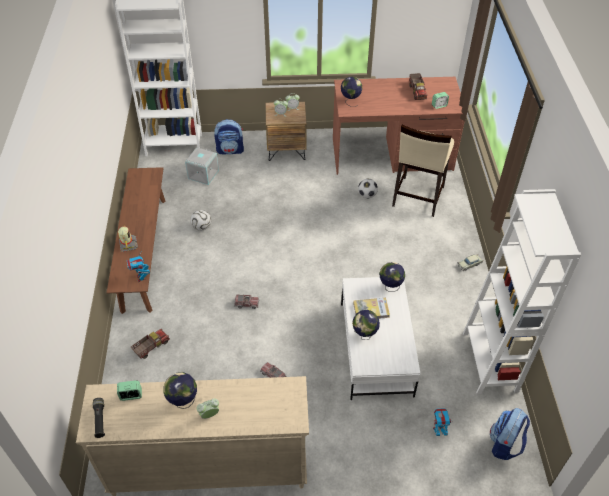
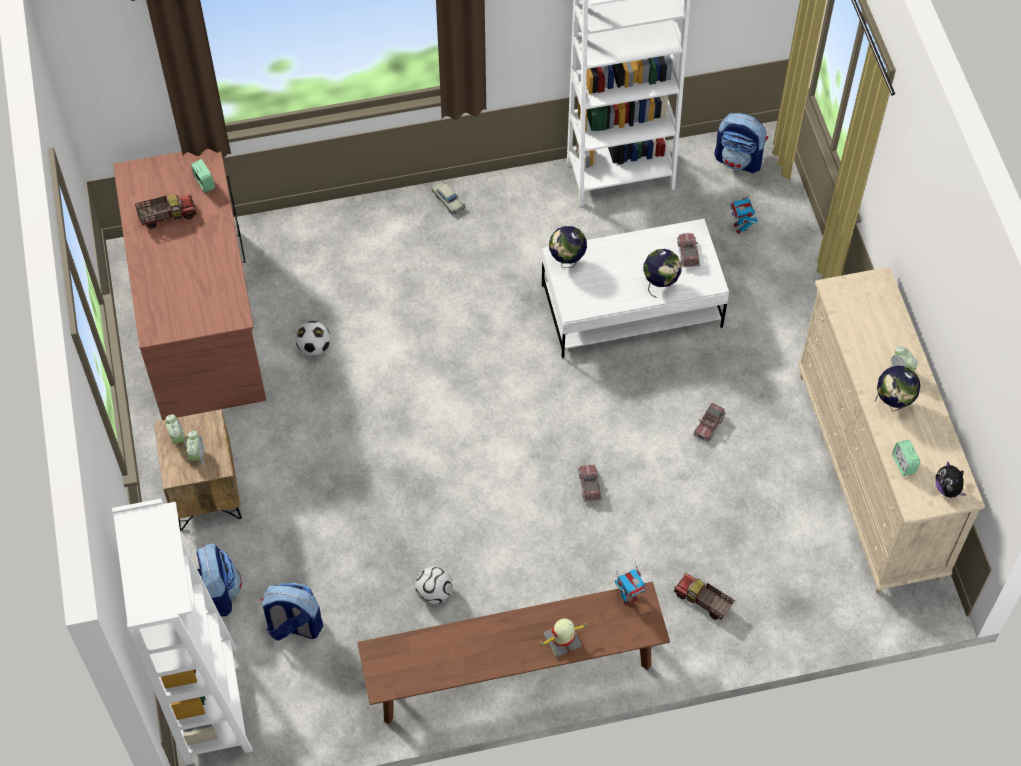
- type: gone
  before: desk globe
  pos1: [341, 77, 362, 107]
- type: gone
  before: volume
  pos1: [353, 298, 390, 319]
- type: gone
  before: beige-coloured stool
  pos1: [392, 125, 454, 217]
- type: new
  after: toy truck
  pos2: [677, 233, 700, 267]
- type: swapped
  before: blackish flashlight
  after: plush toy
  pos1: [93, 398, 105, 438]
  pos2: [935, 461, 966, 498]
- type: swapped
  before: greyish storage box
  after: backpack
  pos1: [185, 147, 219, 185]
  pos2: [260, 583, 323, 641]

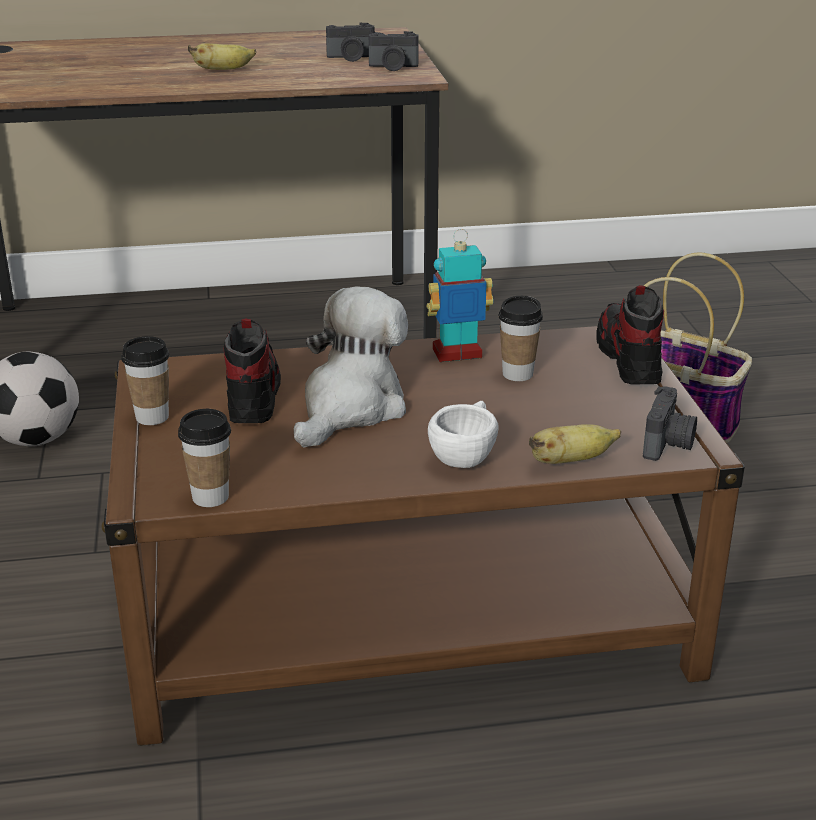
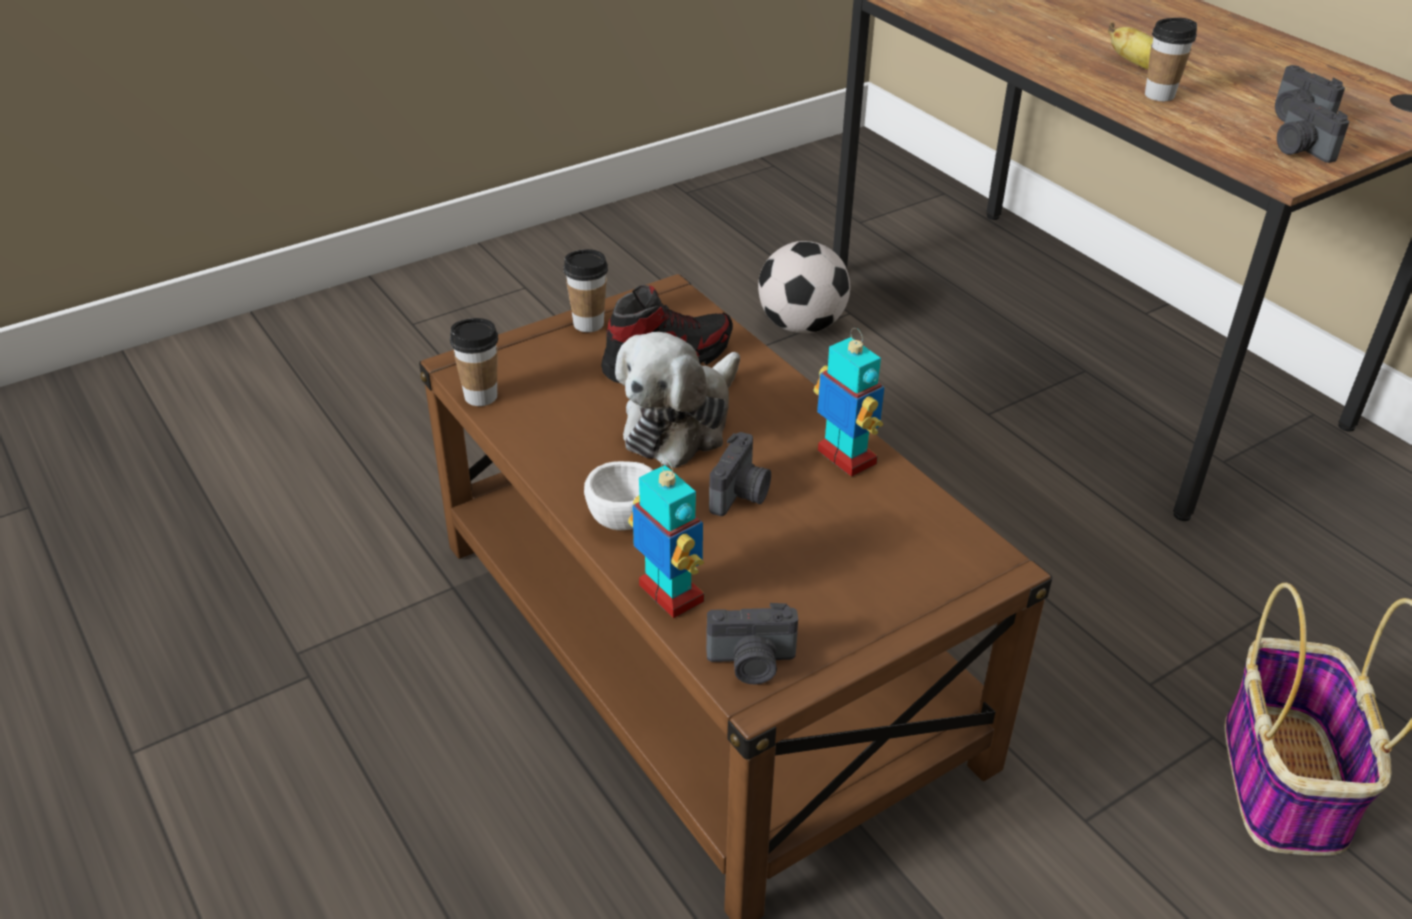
- type: gone
  before: shoe
  pos1: [596, 285, 664, 384]
- type: new
  after: photo camera
  pos2: [709, 432, 771, 516]
- type: shifted
  before: cup
  pos1: [498, 296, 543, 381]
  pos2: [1145, 18, 1197, 101]
- type: swapped
  before: whole banana
  after: toy robot
  pos1: [529, 424, 621, 464]
  pos2: [628, 458, 704, 619]
- type: rotated
  before: plush toy
  pos1: [294, 286, 408, 448]
  pos2: [615, 332, 740, 468]
  turn: 120

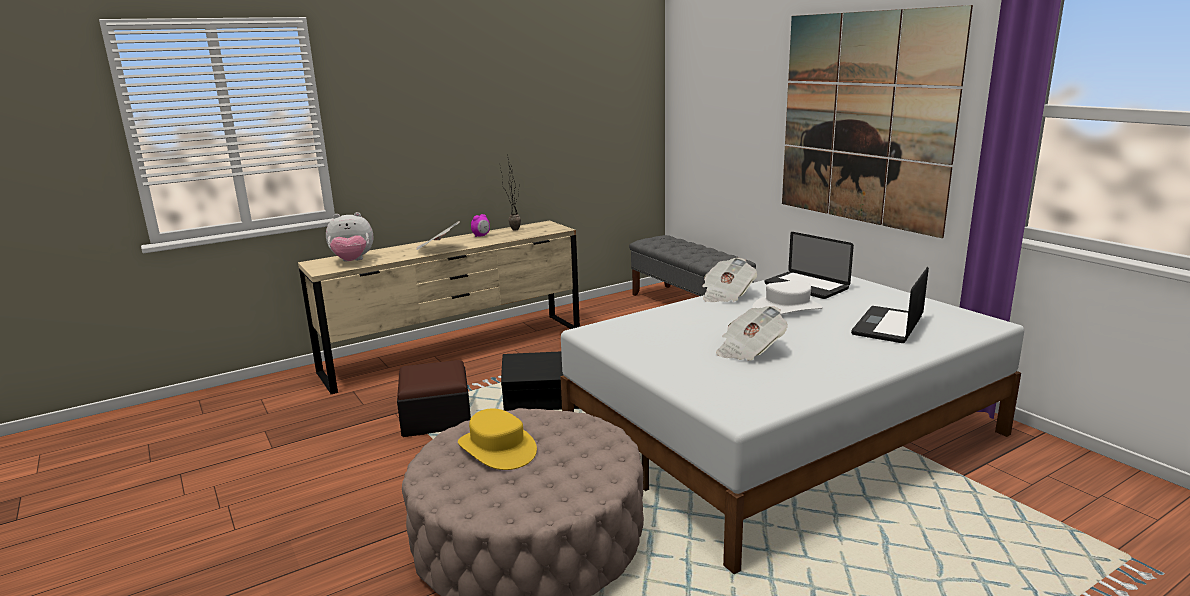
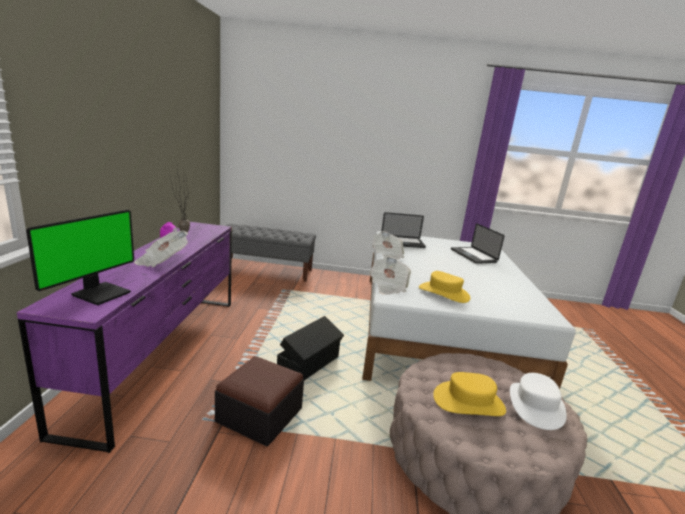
- type: gone
  before: wall art
  pos1: [782, 5, 973, 238]
- type: new
  after: yellowish clothing hat
  pos2: [419, 271, 470, 303]
- type: shifted
  before: printed paper
  pos1: [716, 306, 788, 361]
  pos2: [370, 256, 411, 295]
- type: shifted
  before: white clothing hat
  pos1: [753, 280, 823, 314]
  pos2: [510, 373, 567, 430]
- type: swapped
  before: plush toy
  after: monitor
  pos1: [326, 212, 373, 261]
  pos2: [26, 210, 134, 305]
- type: repainted
  before: beige-coloured drawer chest
  after: purple-coloured drawer chest
  pos1: [298, 220, 580, 394]
  pos2: [17, 222, 232, 453]

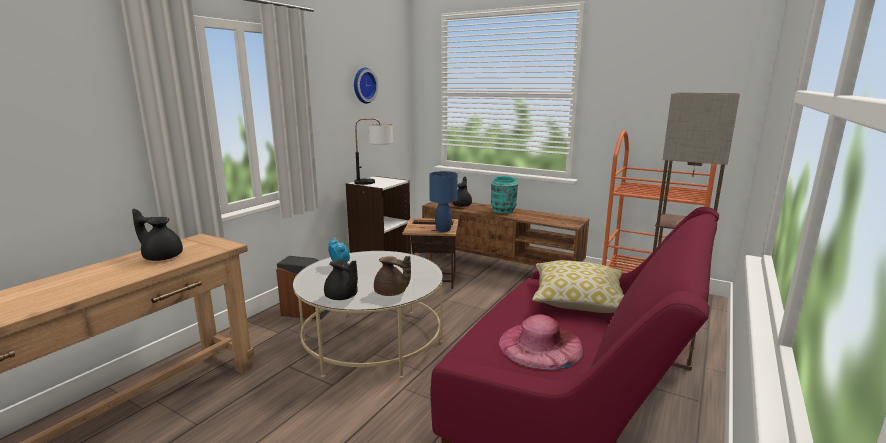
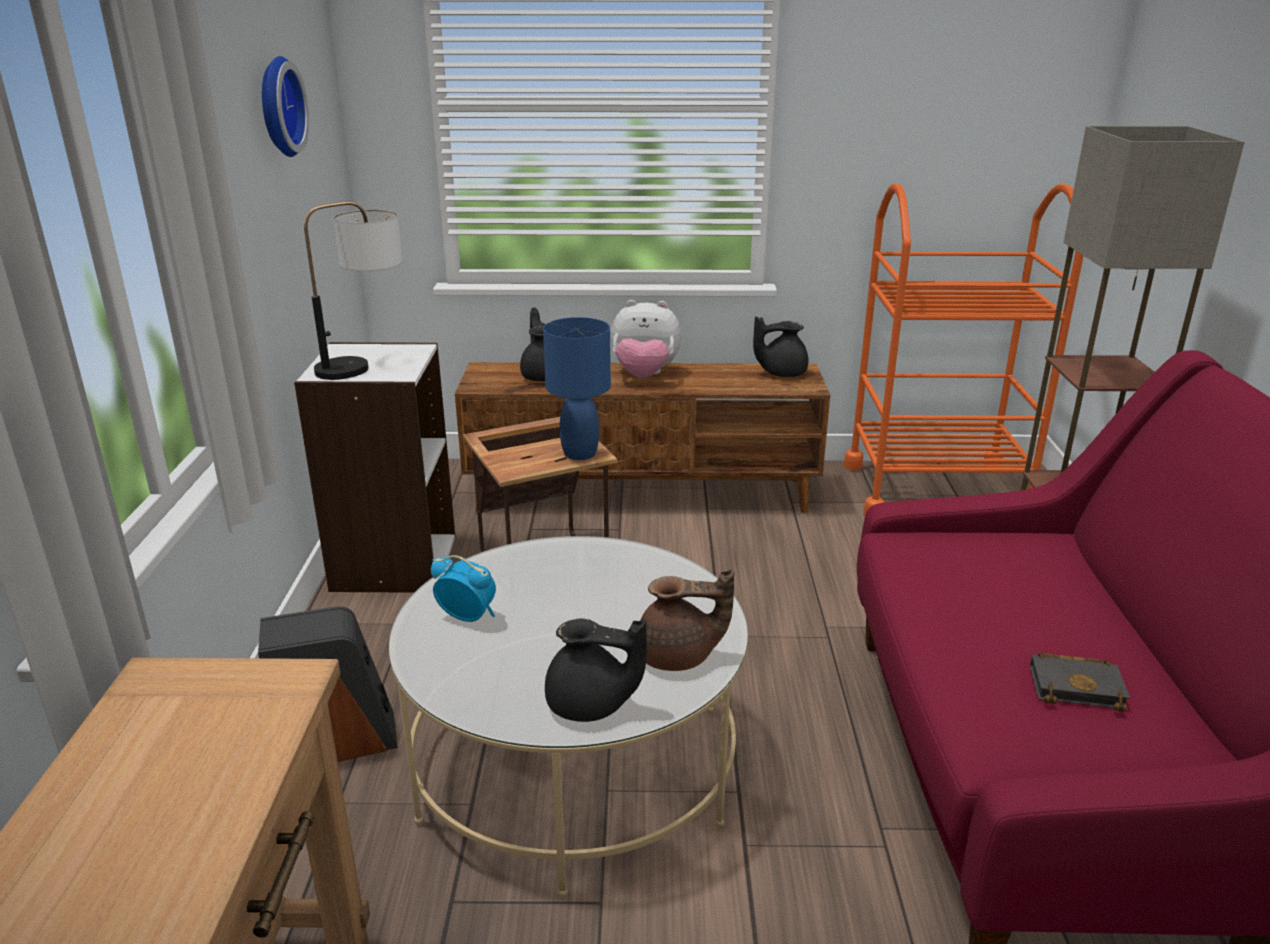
- type: gone
  before: pillow
  pos1: [533, 260, 624, 313]
- type: shifted
  before: blackish teapot
  pos1: [132, 209, 183, 261]
  pos2: [753, 316, 808, 377]
- type: swapped
  before: turquoise vase
  after: plush toy
  pos1: [491, 176, 518, 214]
  pos2: [611, 300, 681, 378]
- type: swapped
  before: pink-coloured clothing hat
  after: blackish volume
  pos1: [499, 314, 584, 370]
  pos2: [1030, 653, 1130, 712]

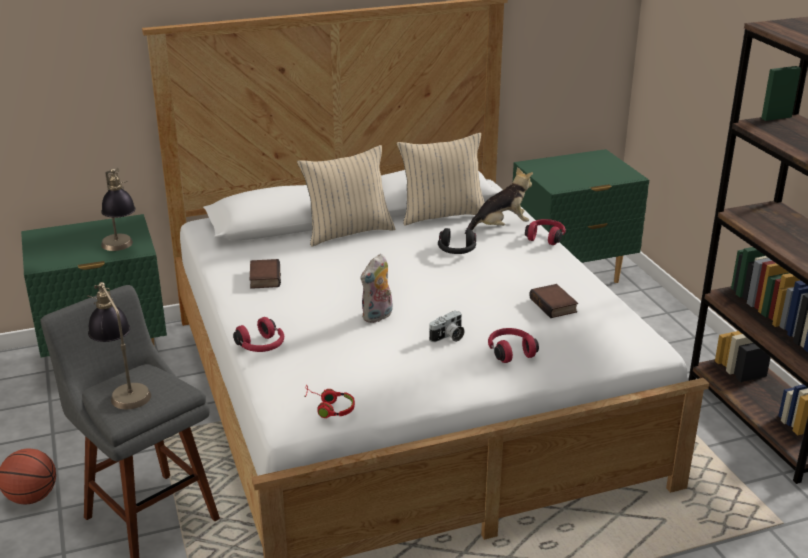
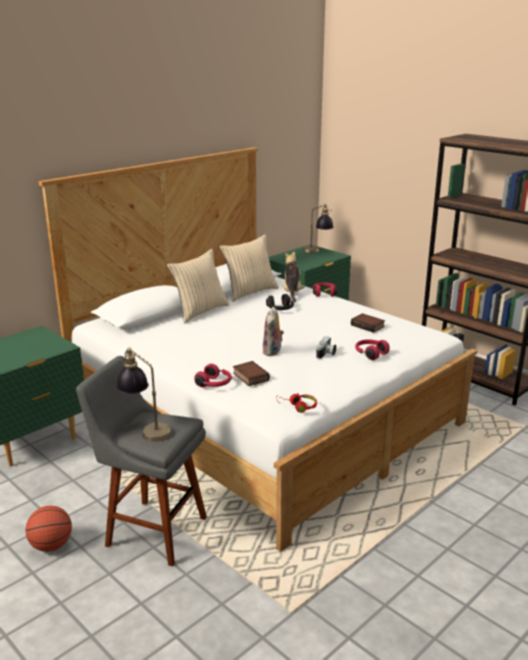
- type: shifted
  before: tabletop lamp
  pos1: [101, 168, 136, 251]
  pos2: [303, 203, 333, 253]
- type: shifted
  before: volume
  pos1: [250, 259, 281, 289]
  pos2: [233, 361, 270, 386]
- type: rotated
  before: plush toy
  pos1: [465, 167, 533, 234]
  pos2: [283, 251, 305, 302]
  turn: -45

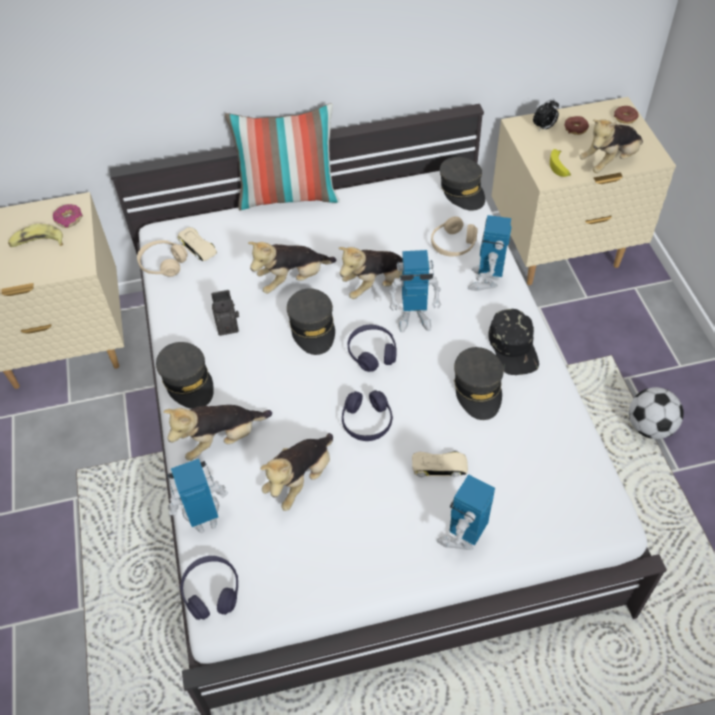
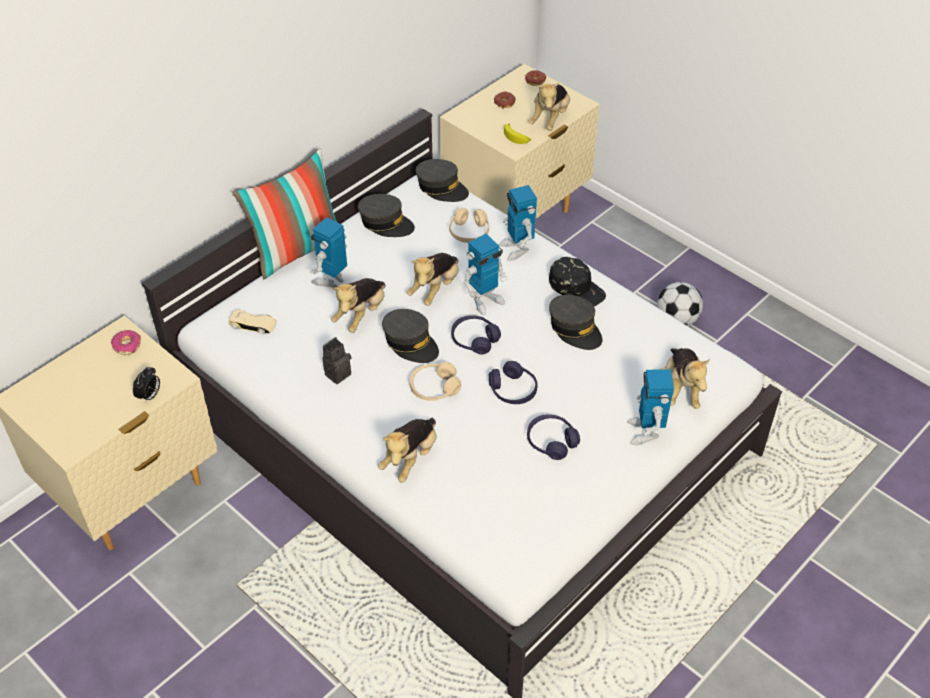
- type: gone
  before: whole banana
  pos1: [8, 224, 63, 247]
- type: gone
  before: beige-coloured toy car
  pos1: [412, 451, 468, 477]
- type: shifted
  before: beige-coloured pair of headphones
  pos1: [137, 240, 188, 277]
  pos2: [410, 362, 461, 401]
- type: shifted
  before: greyish peaked cap
  pos1: [156, 342, 214, 409]
  pos2: [358, 194, 415, 237]
- type: shifted
  before: toy robot
  pos1: [168, 459, 228, 533]
  pos2: [309, 217, 347, 288]
- type: shifted
  before: purple-coloured pair of headphones
  pos1: [180, 556, 238, 620]
  pos2: [527, 414, 580, 460]
- type: shifted
  before: plush toy
  pos1: [261, 433, 333, 511]
  pos2: [659, 348, 710, 409]
- type: shifted
  before: bedside clock
  pos1: [533, 99, 559, 131]
  pos2: [133, 367, 160, 404]

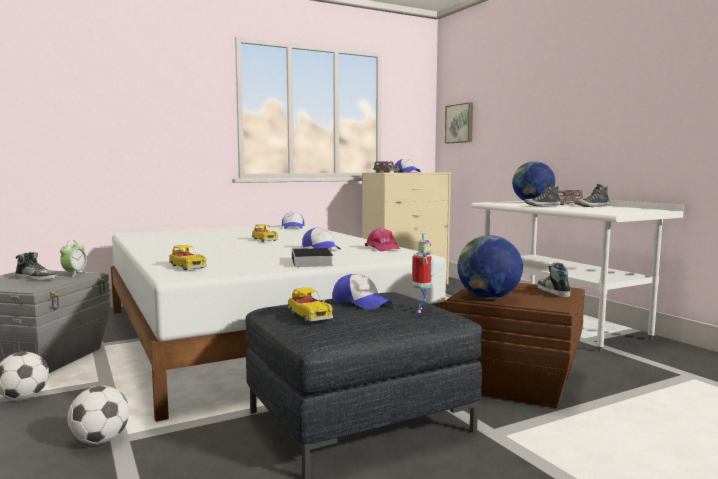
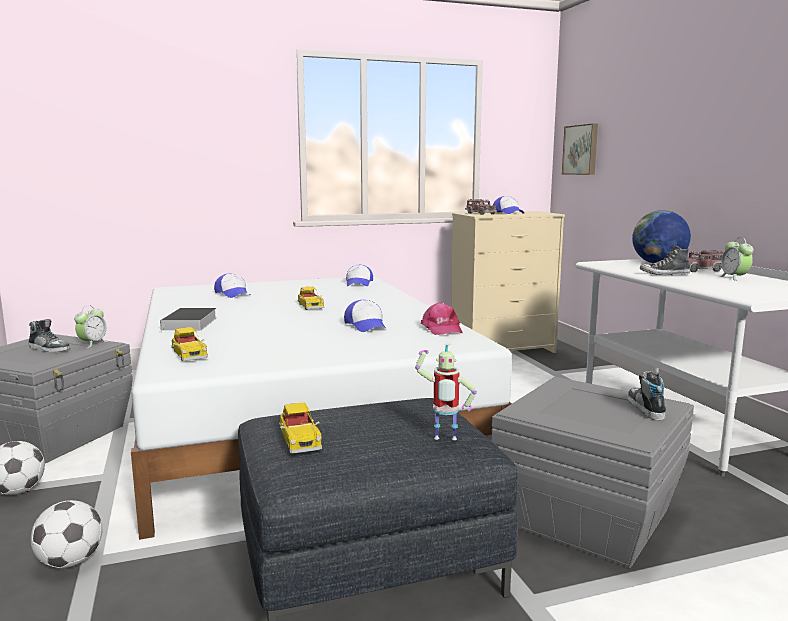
- type: gone
  before: desk globe
  pos1: [458, 235, 523, 299]
- type: shifted
  before: volume
  pos1: [292, 248, 334, 269]
  pos2: [159, 308, 216, 333]
- type: shifted
  before: peaked cap
  pos1: [333, 274, 392, 310]
  pos2: [214, 274, 249, 298]
- type: swapped
  before: shoe
  after: bedside clock
  pos1: [576, 184, 610, 207]
  pos2: [719, 237, 754, 281]
- type: repainted
  before: brownish storage box
  after: greyish storage box
  pos1: [444, 283, 585, 408]
  pos2: [491, 377, 694, 568]
- type: rotated
  before: toy robot
  pos1: [412, 233, 434, 313]
  pos2: [415, 342, 477, 440]
  turn: 75

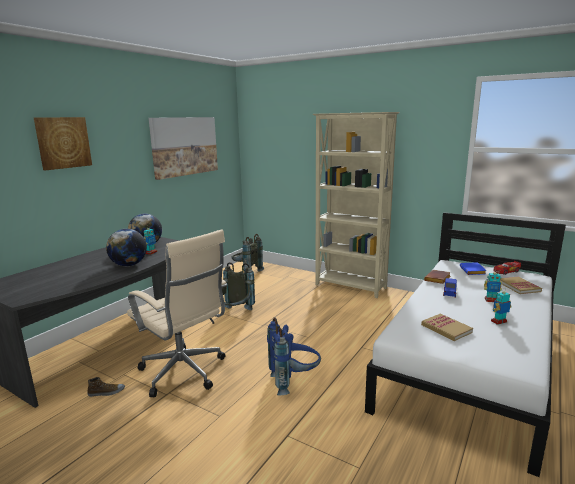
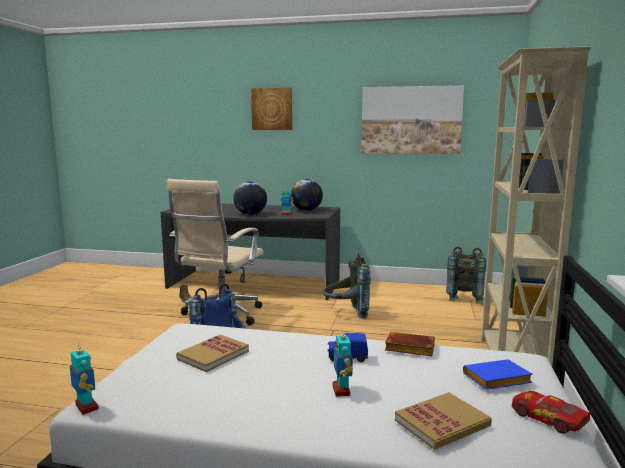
- type: shifted
  before: toy robot
  pos1: [491, 288, 511, 325]
  pos2: [70, 343, 99, 415]

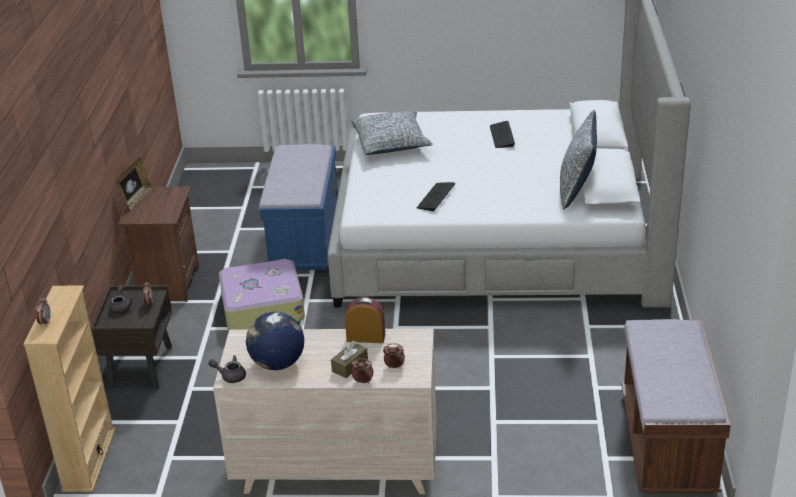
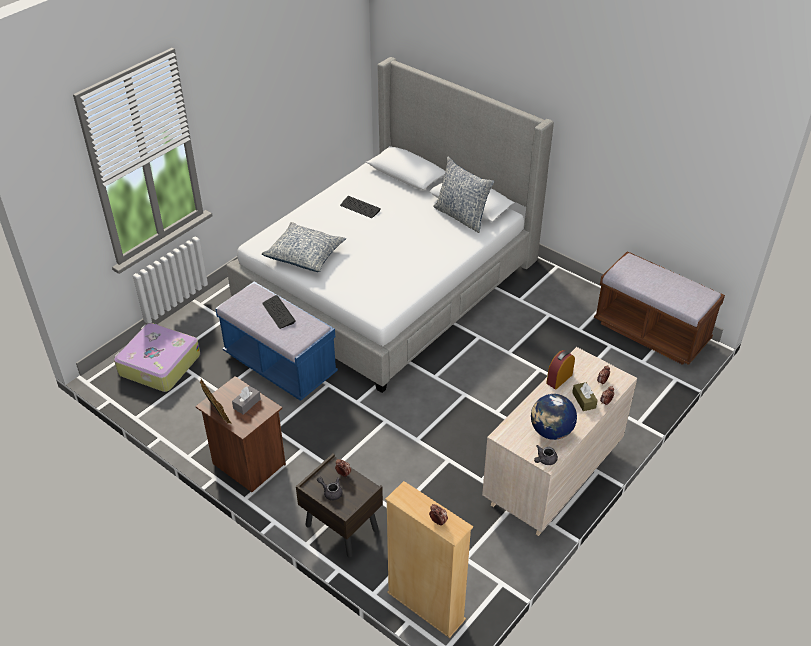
- type: new
  after: greyish box of tissues
  pos2: [232, 386, 261, 415]
- type: shifted
  before: travel case
  pos1: [219, 259, 305, 330]
  pos2: [114, 323, 200, 392]
- type: shifted
  before: computer keyboard
  pos1: [417, 182, 455, 211]
  pos2: [262, 295, 296, 329]

